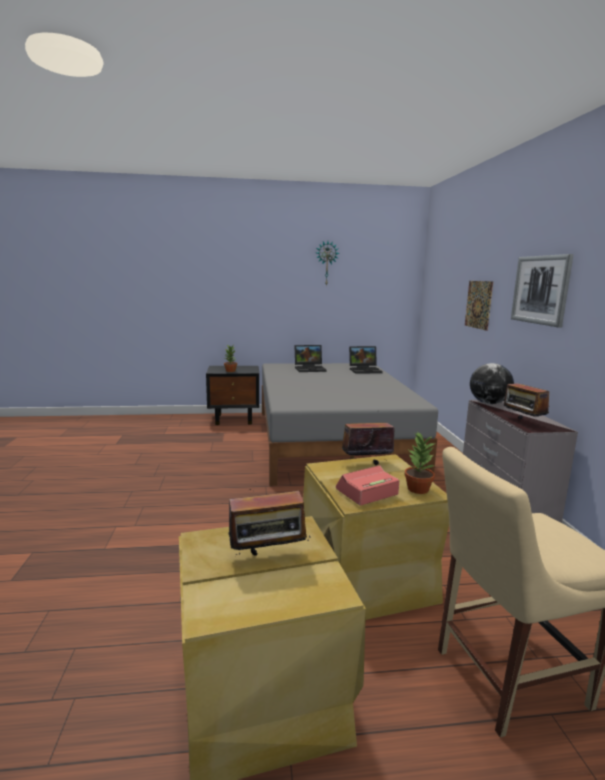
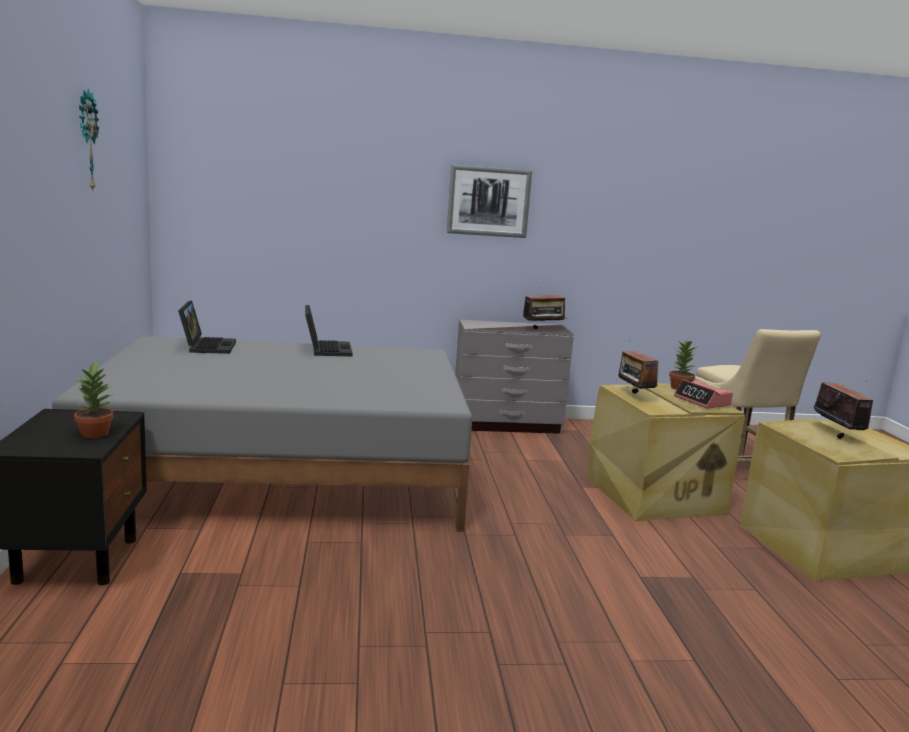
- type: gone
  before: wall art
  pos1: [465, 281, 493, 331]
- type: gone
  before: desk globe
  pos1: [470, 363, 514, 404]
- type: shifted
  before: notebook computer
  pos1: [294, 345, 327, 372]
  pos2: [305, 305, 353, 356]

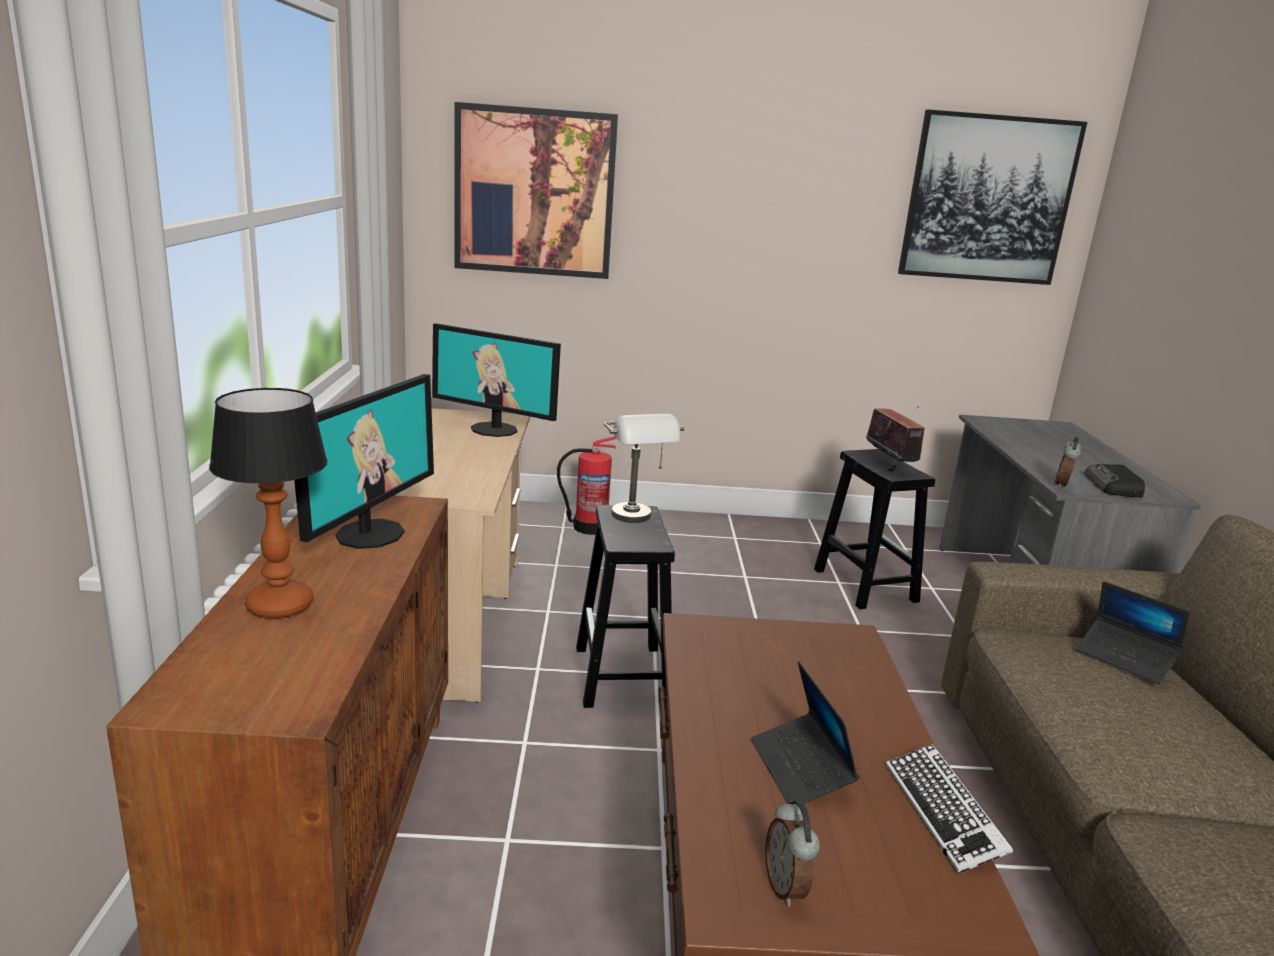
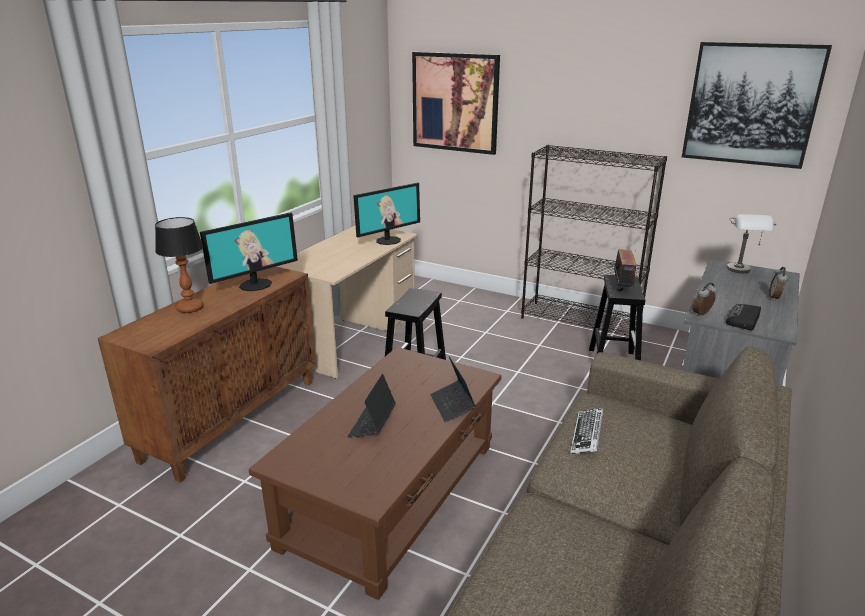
- type: gone
  before: fire extinguisher
  pos1: [557, 436, 616, 535]
- type: new
  after: blackish bookshelf
  pos2: [521, 145, 667, 336]
- type: shifted
  before: greyish tabletop lamp
  pos1: [604, 414, 684, 523]
  pos2: [727, 214, 777, 274]
- type: shifted
  before: bedside clock
  pos1: [765, 800, 820, 907]
  pos2: [769, 267, 788, 301]
- type: shifted
  before: computer keyboard
  pos1: [886, 744, 1013, 874]
  pos2: [570, 408, 603, 454]
- type: shifted
  before: notebook computer
  pos1: [1076, 581, 1190, 684]
  pos2: [430, 357, 476, 422]
- type: rotated
  before: monitor
  pos1: [432, 323, 561, 437]
  pos2: [353, 183, 420, 245]
  turn: -90

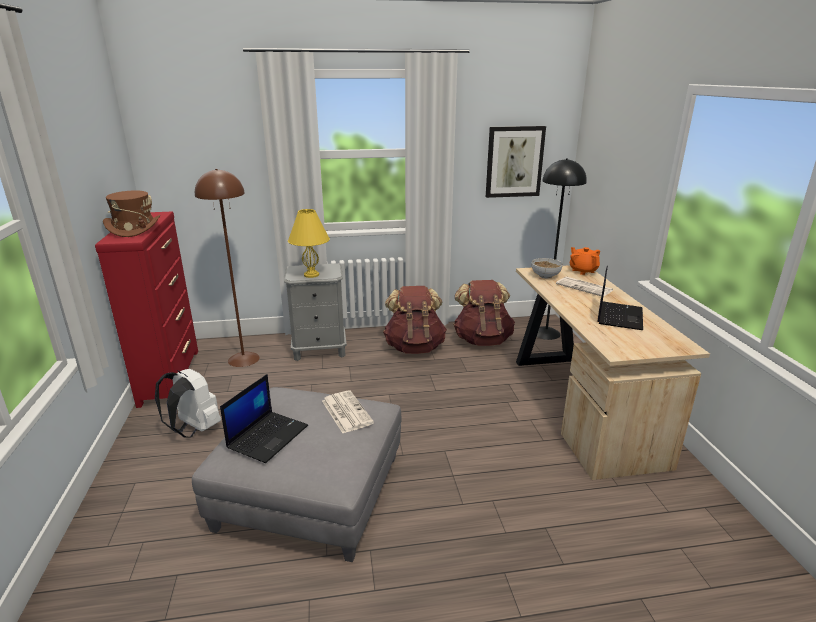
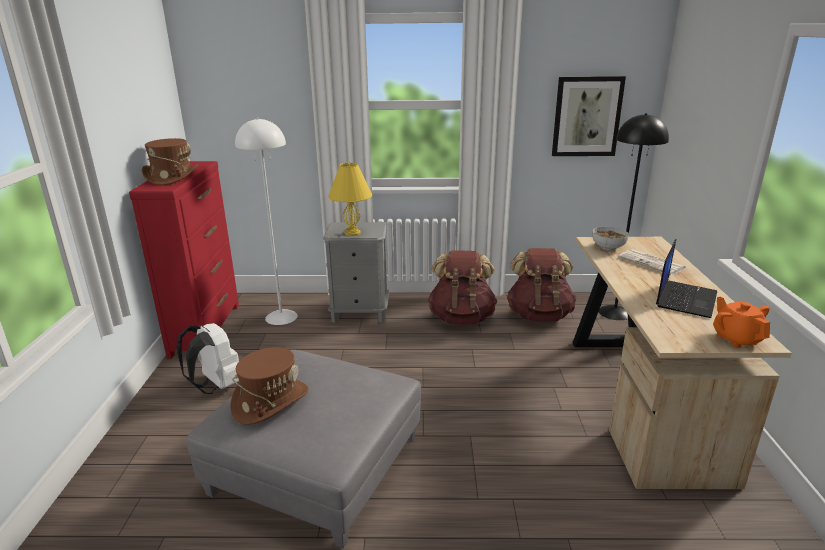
- type: gone
  before: printed paper
  pos1: [322, 390, 374, 433]
- type: shifted
  before: orange teapot
  pos1: [570, 247, 600, 275]
  pos2: [713, 297, 770, 348]
- type: swapped
  before: notebook computer
  after: brownish clothing hat
  pos1: [220, 374, 308, 463]
  pos2: [230, 347, 308, 425]
- type: repainted
  before: brownish standard lamp
  after: white standard lamp
  pos1: [195, 169, 260, 367]
  pos2: [235, 118, 298, 325]

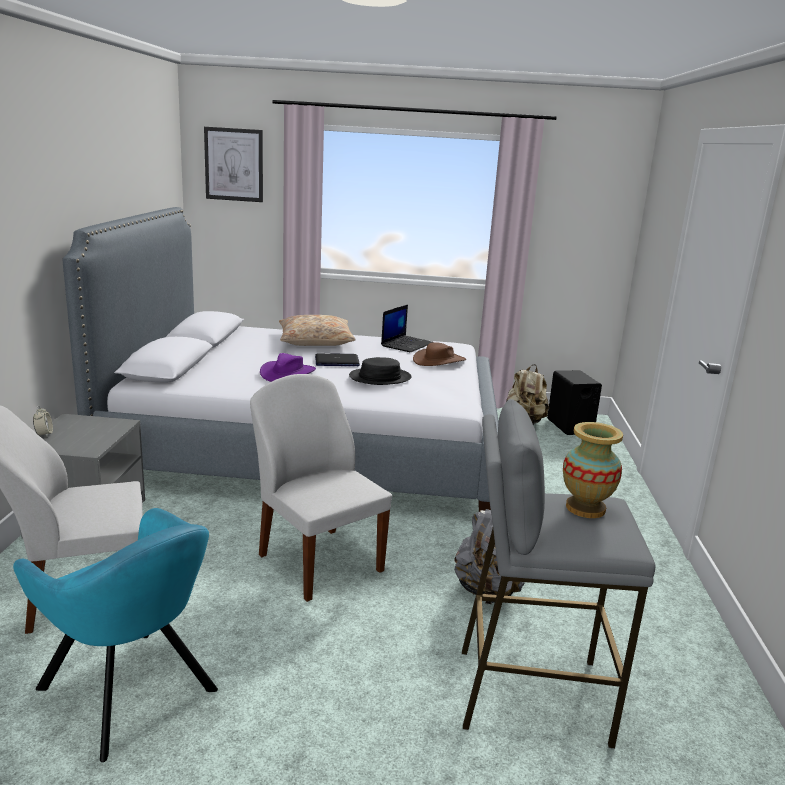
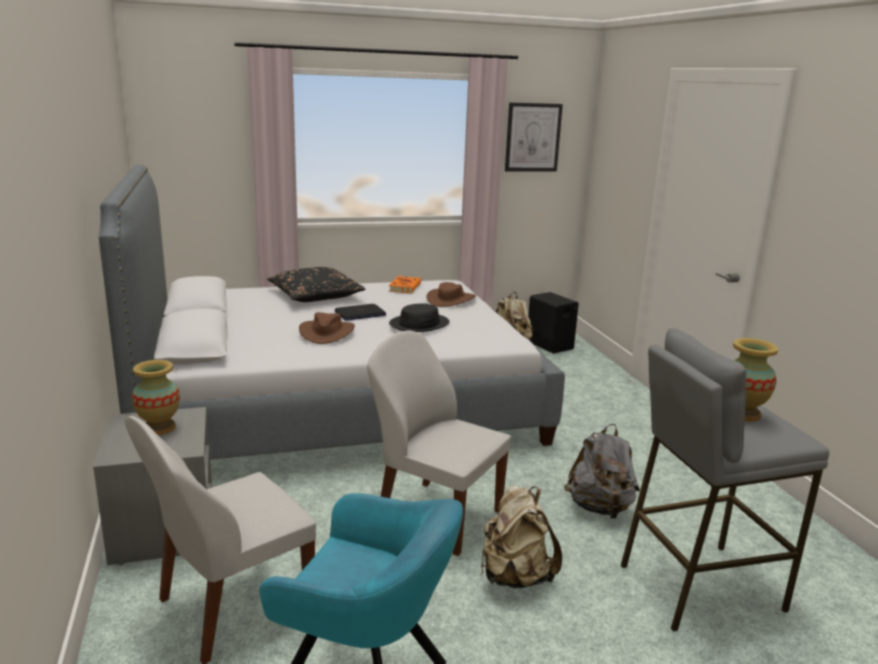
- type: gone
  before: bedside clock
  pos1: [33, 406, 53, 437]
- type: new
  after: vase
  pos2: [132, 360, 180, 435]
- type: new
  after: beige-coloured backpack
  pos2: [481, 485, 562, 588]
- type: shifted
  before: wall art
  pos1: [204, 127, 263, 202]
  pos2: [505, 102, 563, 172]
- type: swapped
  before: notebook computer
  after: orange volume
  pos1: [381, 305, 433, 352]
  pos2: [389, 276, 421, 294]
- type: repainted
  before: purple-coloured clothing hat
  after: brownish clothing hat
  pos1: [260, 353, 316, 382]
  pos2: [299, 312, 355, 344]
- type: repainted
  before: beige-coloured pillow
  after: blackish pillow
  pos1: [279, 315, 356, 346]
  pos2: [267, 267, 365, 302]

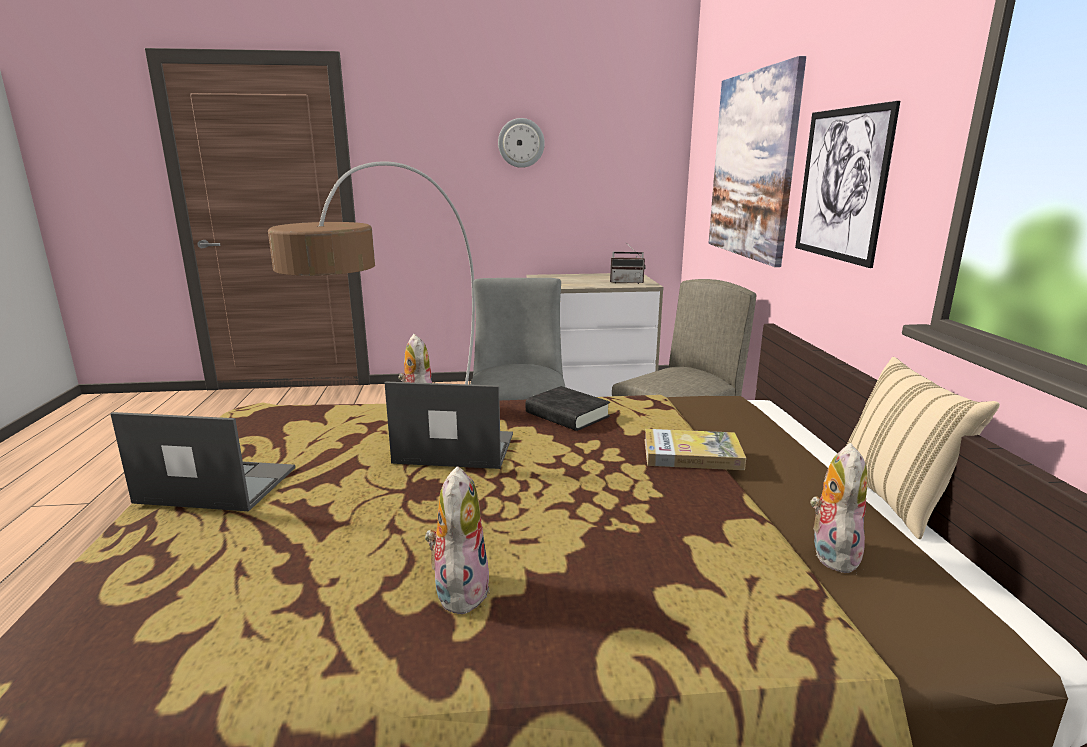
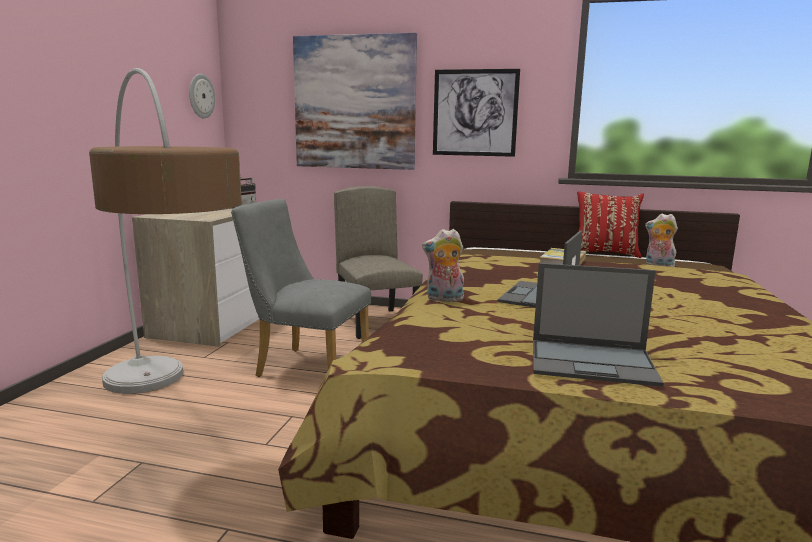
- type: gone
  before: plush toy
  pos1: [425, 466, 490, 614]
- type: gone
  before: blackish volume
  pos1: [526, 386, 610, 431]
- type: shifted
  before: wall clock
  pos1: [498, 118, 545, 168]
  pos2: [189, 74, 215, 118]
- type: repainted
  before: beige-coloured pillow
  after: red pillow
  pos1: [847, 357, 1000, 539]
  pos2: [577, 191, 644, 258]
- type: rotated
  before: notebook computer
  pos1: [110, 412, 295, 511]
  pos2: [533, 263, 664, 387]
  turn: -105

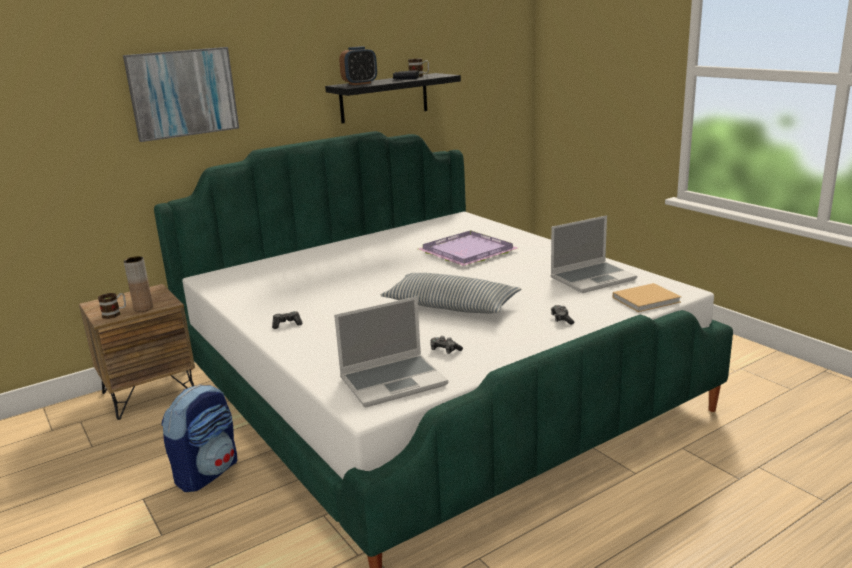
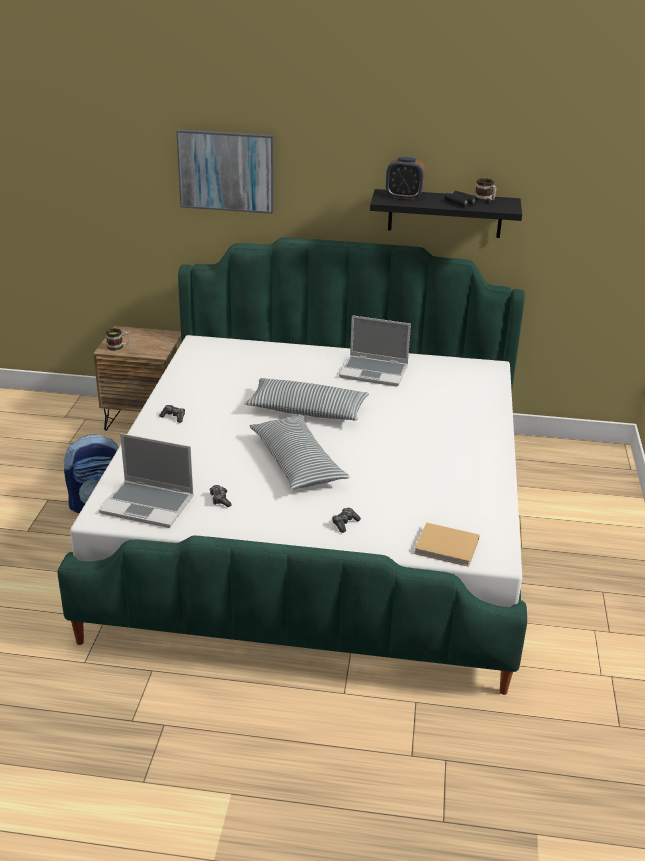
- type: gone
  before: brownish vase
  pos1: [124, 256, 153, 312]
- type: gone
  before: purple-coloured serving tray
  pos1: [418, 230, 518, 266]
- type: new
  after: pillow
  pos2: [244, 378, 369, 421]
- type: shifted
  before: notebook computer
  pos1: [550, 215, 637, 293]
  pos2: [339, 315, 411, 387]

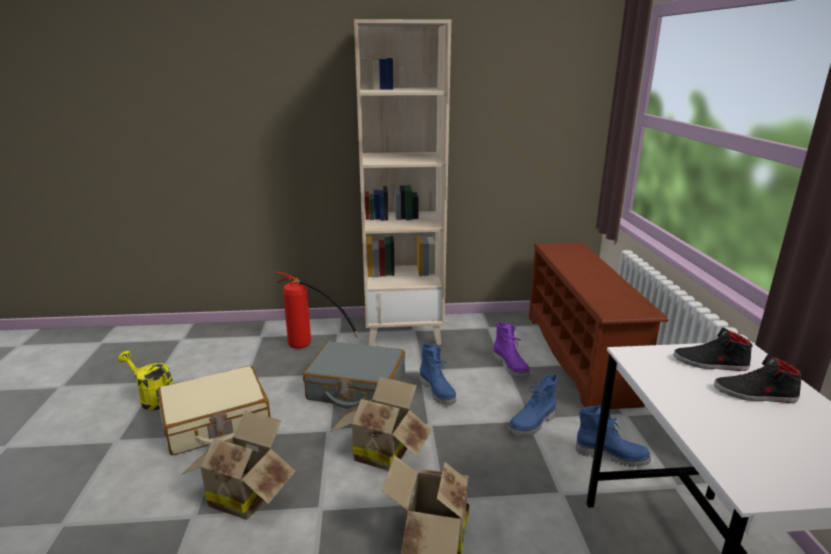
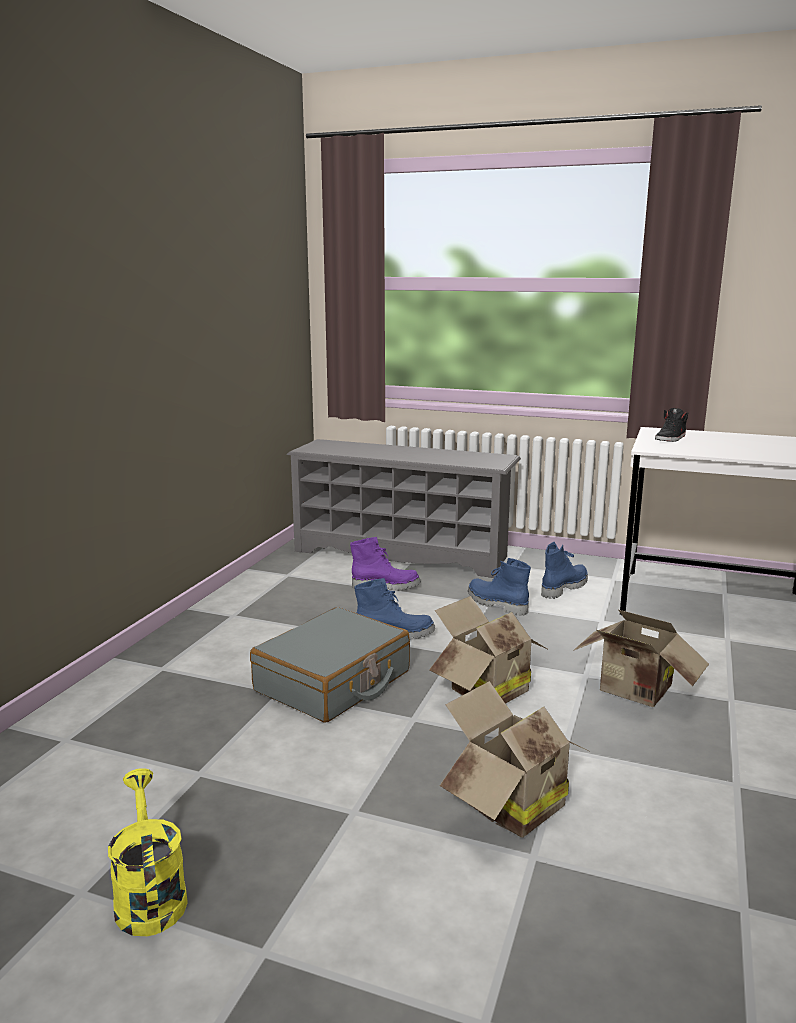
- type: gone
  before: beige-coloured travel case
  pos1: [158, 366, 271, 455]
- type: gone
  before: fire extinguisher
  pos1: [277, 272, 359, 349]
- type: gone
  before: beige-coloured bookshelf
  pos1: [354, 19, 451, 346]
- type: gone
  before: blackish shoe
  pos1: [714, 354, 803, 403]
- type: repainted
  before: brownish shoe shelf
  after: greyish shoe shelf
  pos1: [529, 243, 668, 409]
  pos2: [286, 439, 521, 578]
- type: rotated
  before: yellowish watering pot
  pos1: [117, 351, 173, 410]
  pos2: [108, 768, 188, 936]
  turn: 105
- type: rotated
  before: bluish high-top boot
  pos1: [508, 374, 558, 436]
  pos2: [468, 558, 531, 616]
  turn: 150

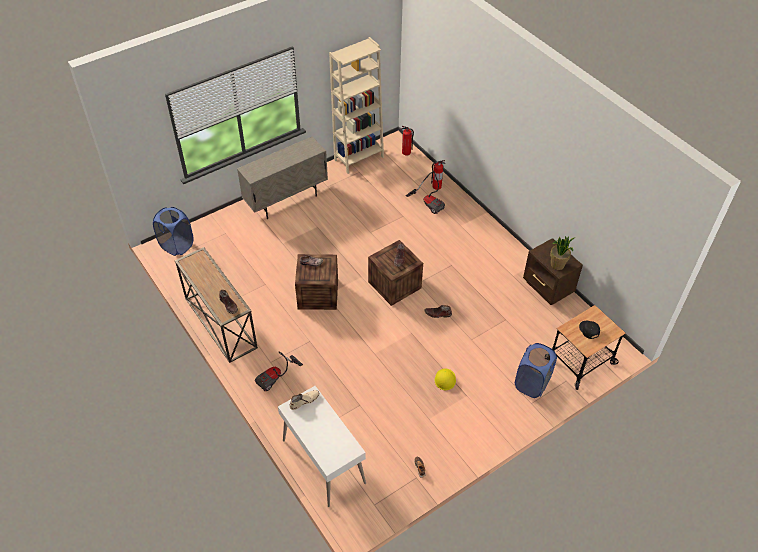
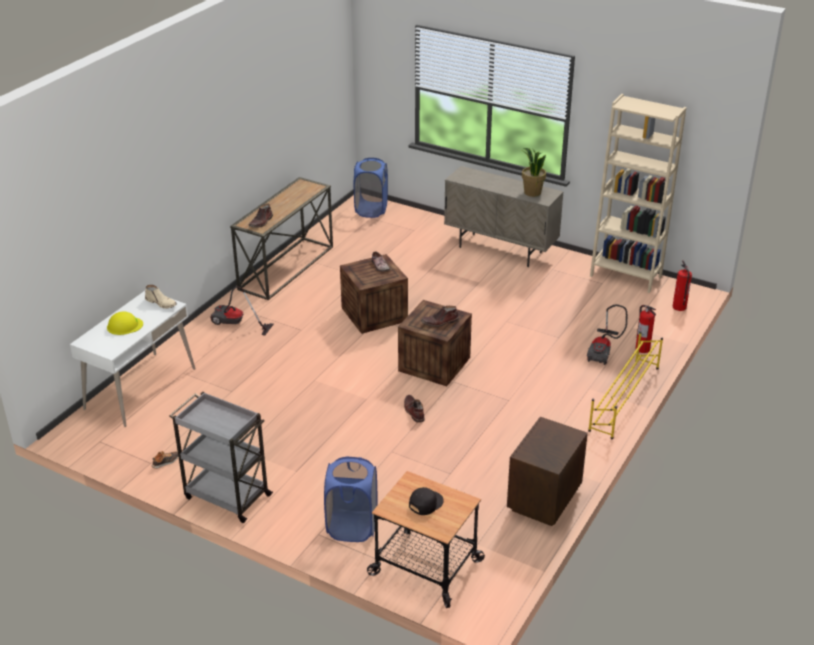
- type: new
  after: greyish trolley
  pos2: [169, 391, 273, 523]
- type: new
  after: yellowish shoe shelf
  pos2: [588, 331, 663, 439]
- type: shifted
  before: yellowish safety helmet
  pos1: [435, 369, 456, 390]
  pos2: [107, 311, 143, 335]
- type: shifted
  before: plant in a pot
  pos1: [550, 236, 576, 270]
  pos2: [520, 148, 547, 197]

